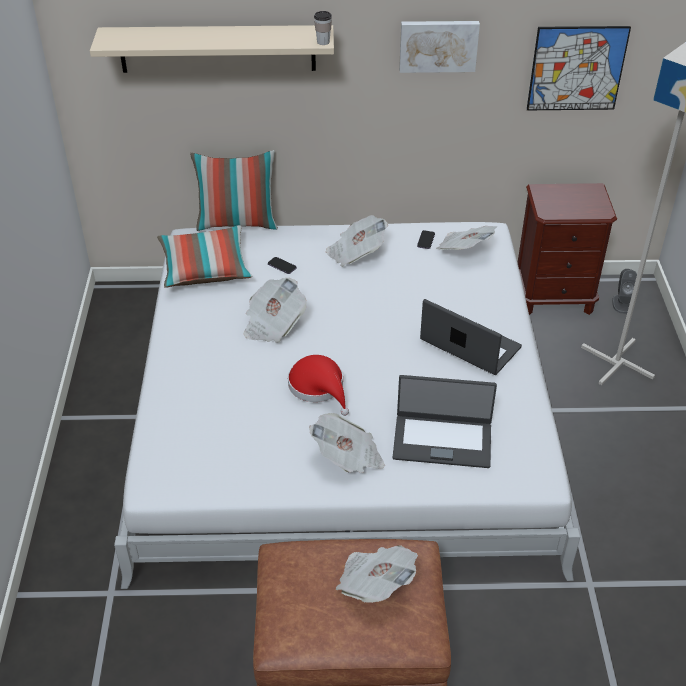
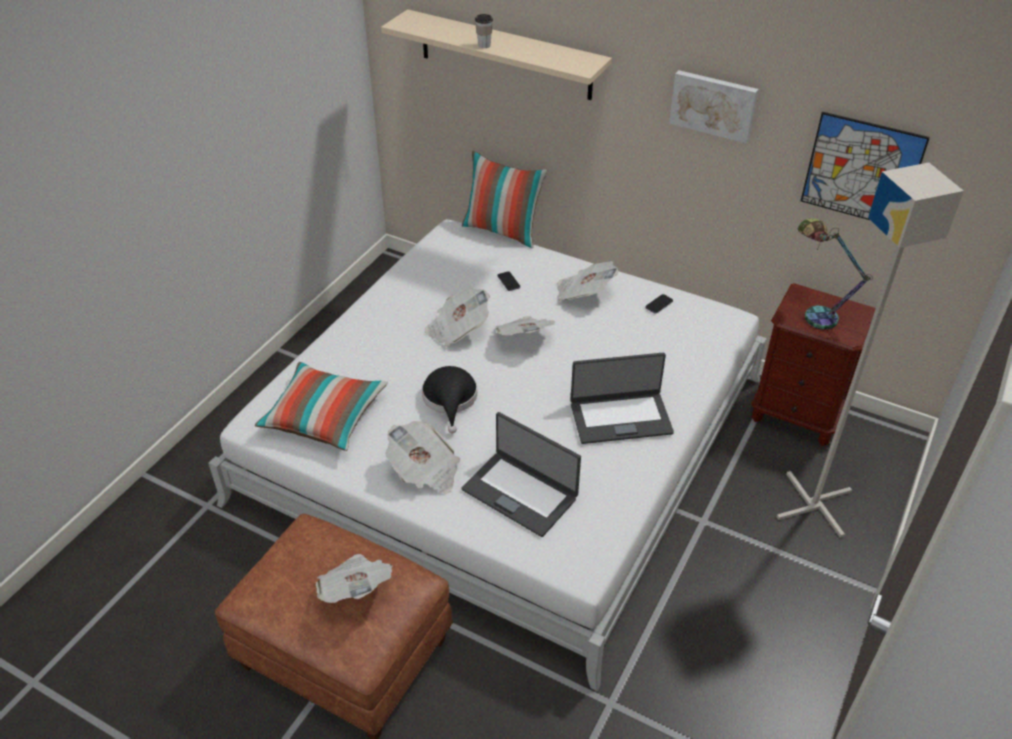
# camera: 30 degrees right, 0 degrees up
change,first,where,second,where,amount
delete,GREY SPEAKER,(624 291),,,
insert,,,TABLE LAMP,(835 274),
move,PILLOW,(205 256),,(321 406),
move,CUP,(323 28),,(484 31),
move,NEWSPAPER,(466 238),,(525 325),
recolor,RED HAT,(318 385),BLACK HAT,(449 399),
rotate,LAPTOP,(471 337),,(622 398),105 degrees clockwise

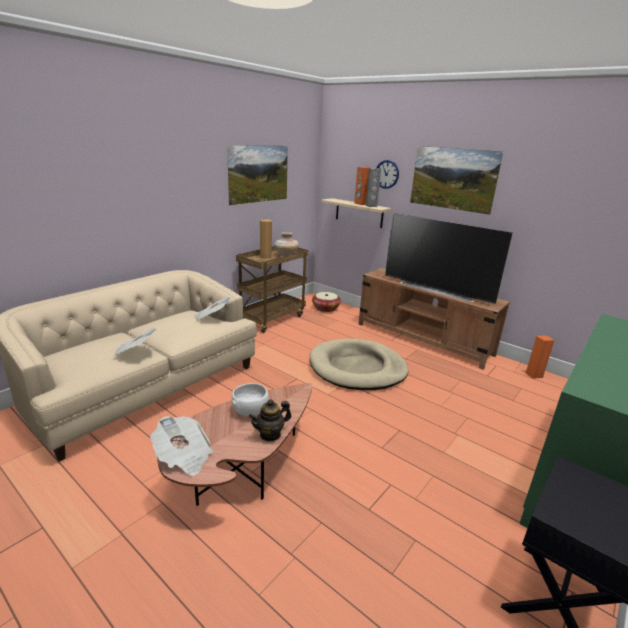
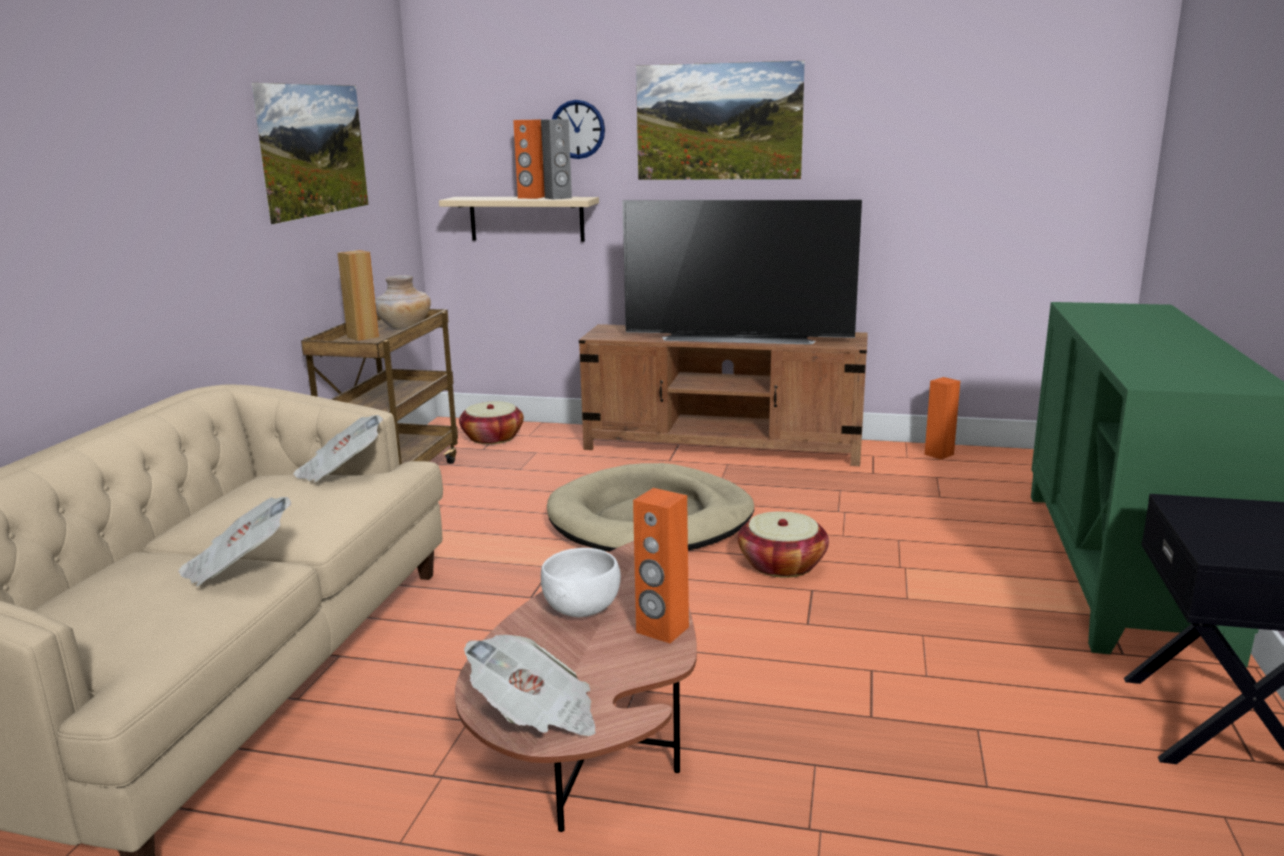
# camera: 25 degrees left, 5 degrees down
change,first,where,second,where,amount
insert,,,BASKET,(783 545),
replace,TEAPOT,(270 420),ORANGE SPEAKER,(661 565),

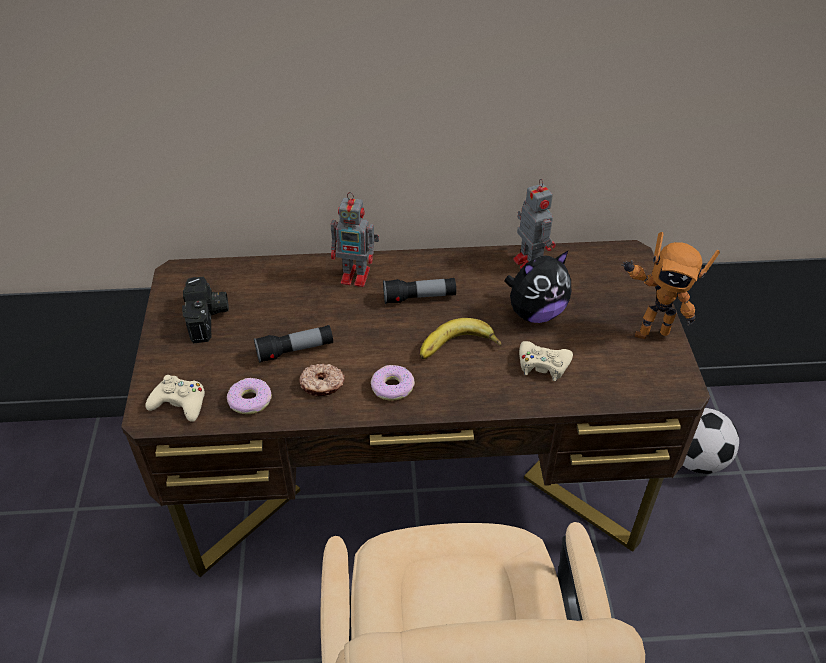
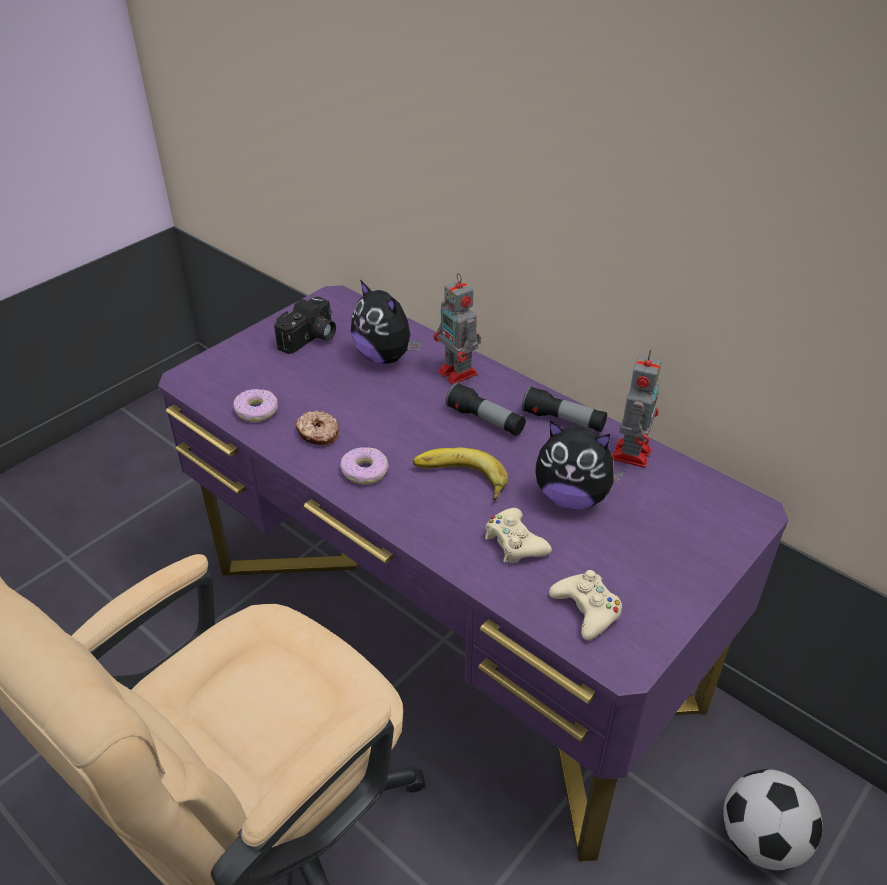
# camera: 45 degrees right, 5 degrees down
change,first,where,second,where,amount
delete,TOY ROBOT,(670 285),,,
insert,,,PLUSH TOY,(386 322),
move,BEIGE GAME CONTROLLER,(175 398),,(585 605),
move,FLASHLIGHT,(293 344),,(564 409),
recolor,BROWN DESK,(415 408),PURPLE DESK,(473 573),

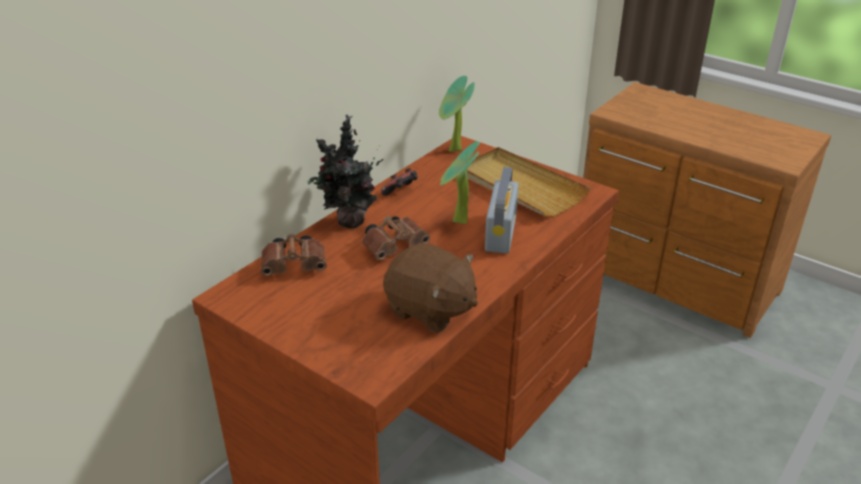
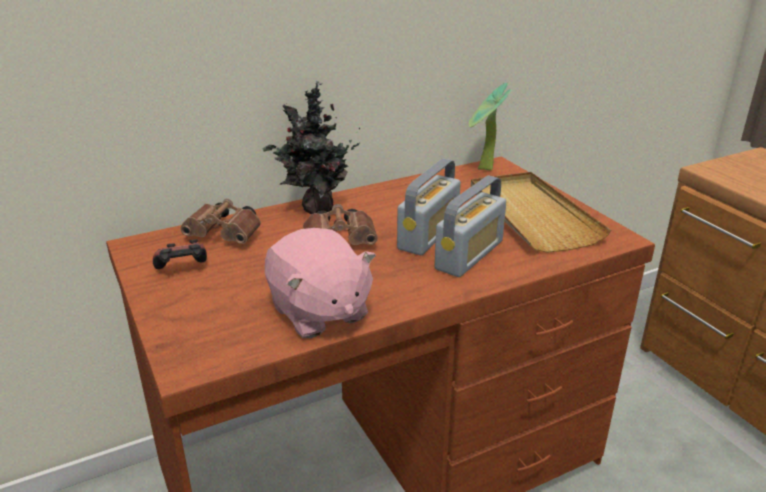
# camera: 25 degrees right, 5 degrees down
change,first,where,second,where,amount
move,GAME CONTROLLER,(399 182),,(180 254),
replace,POTTED PLANT,(460 182),RADIO,(429 207),
recolor,BROWN PLUSH TOY,(430 288),PINK PLUSH TOY,(320 283),

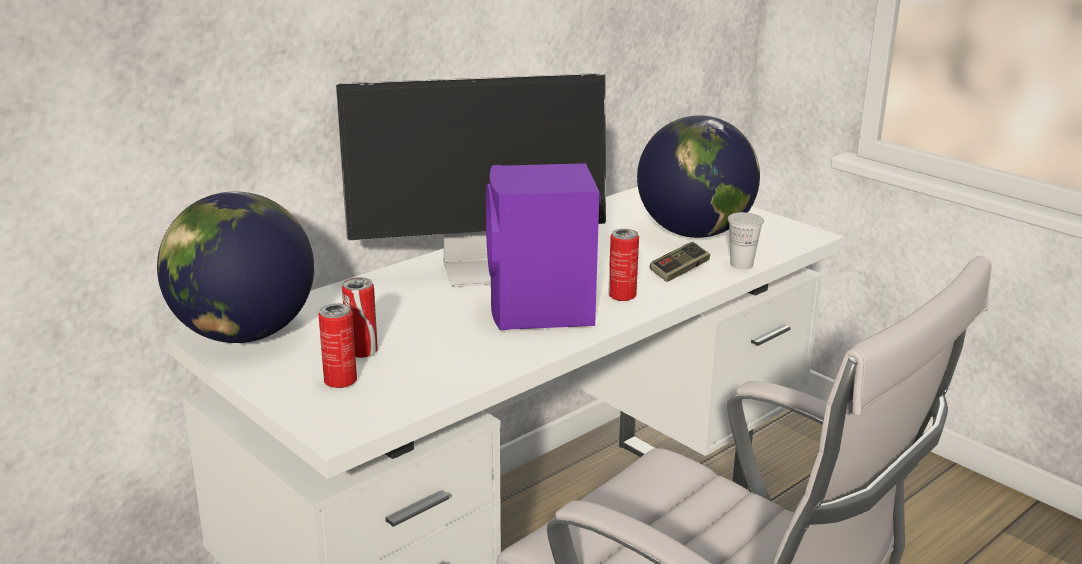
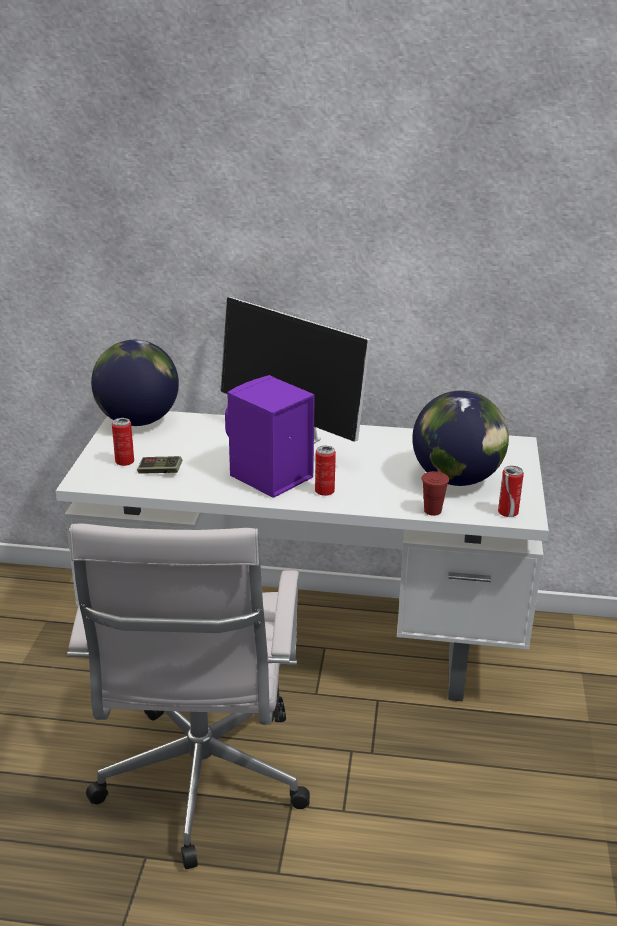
# camera: 50 degrees right, 5 degrees up
change,first,where,second,where,amount
move,CAN,(360 317),,(511 491),
move,GAME CONTROLLER,(680 262),,(160 465),
recolor,WHITE CUP,(746 240),RED CUP,(435 493),

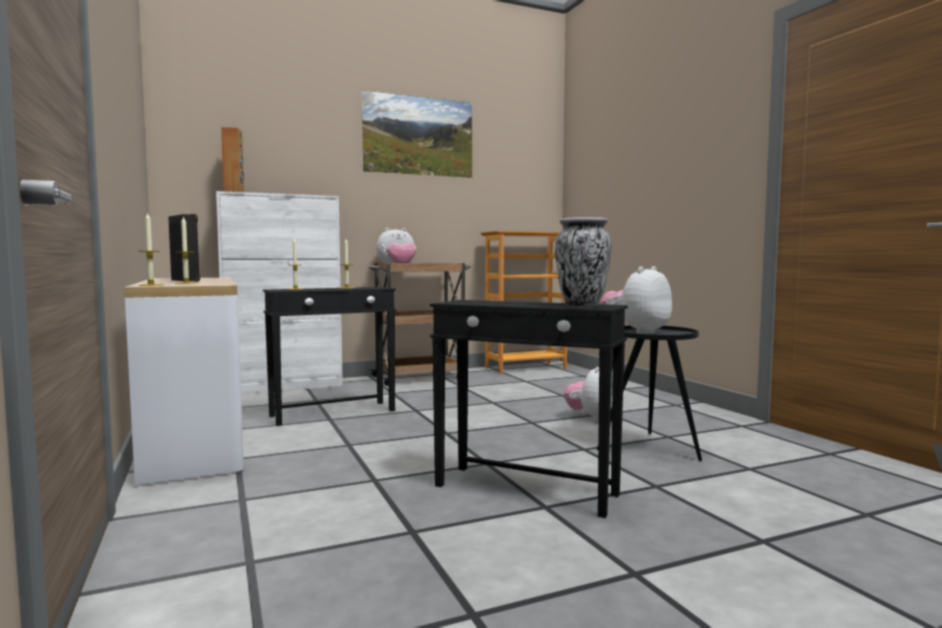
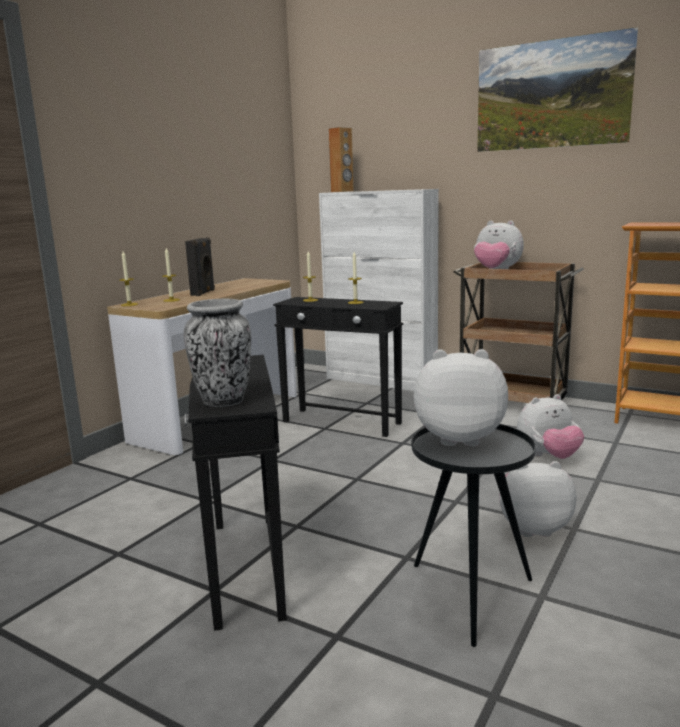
# camera: 55 degrees right, 10 degrees up
change,first,where,second,where,amount
insert,,,PLUSH TOY,(550 426),

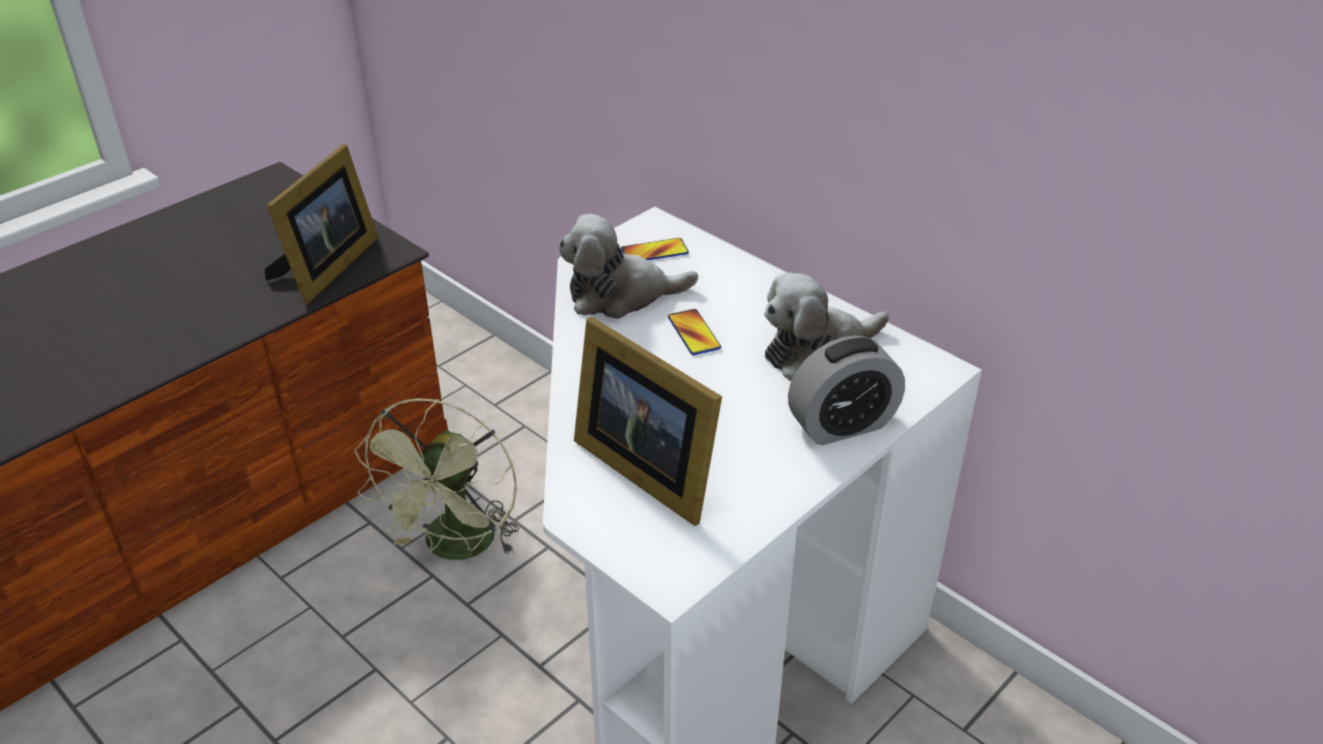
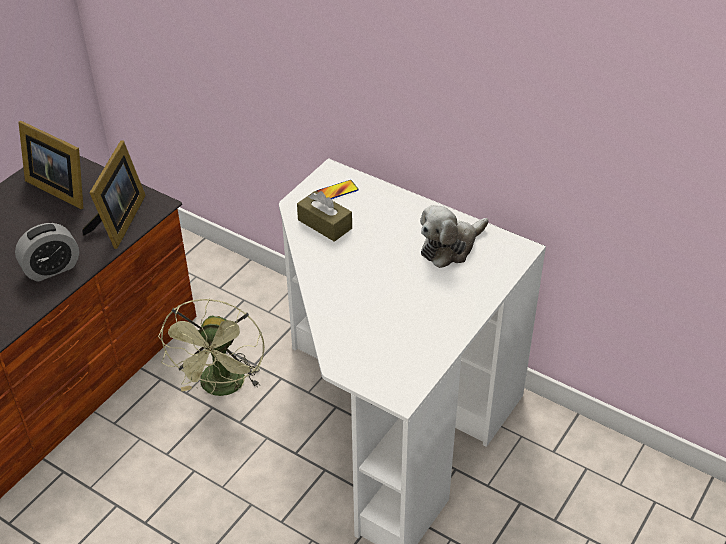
# camera: 10 degrees left, 5 degrees up
change,first,where,second,where,amount
delete,PHONE,(694 332),,,
move,PICTURE FRAME,(648 421),,(50 165),
move,ALARM CLOCK,(846 390),,(47 252),
replace,PLUSH TOY,(628 266),BROWN TISSUE BOX,(324 216),

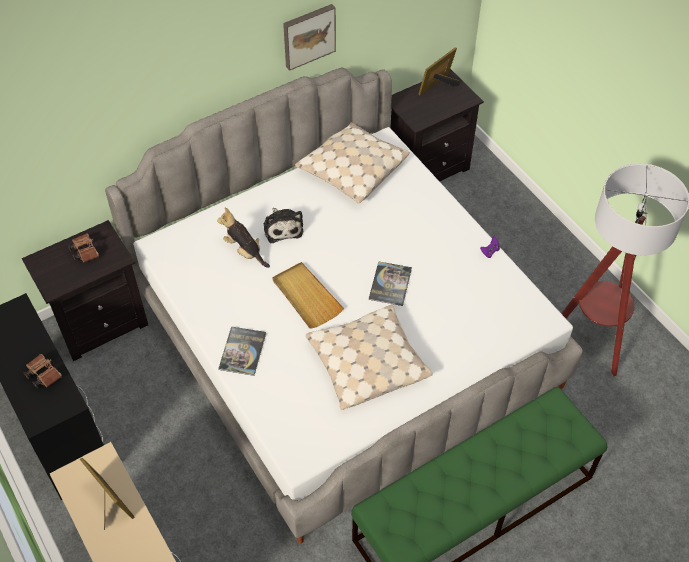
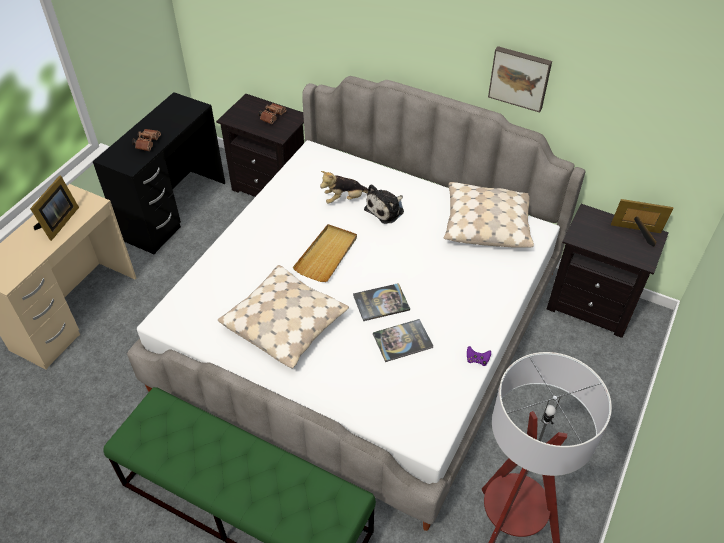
# camera: 60 degrees right, 5 degrees down
change,first,where,second,where,amount
move,BOOK,(242 351),,(403 340),
rotate,PLUSH TOY,(243 238),,(344 187),120 degrees counterclockwise

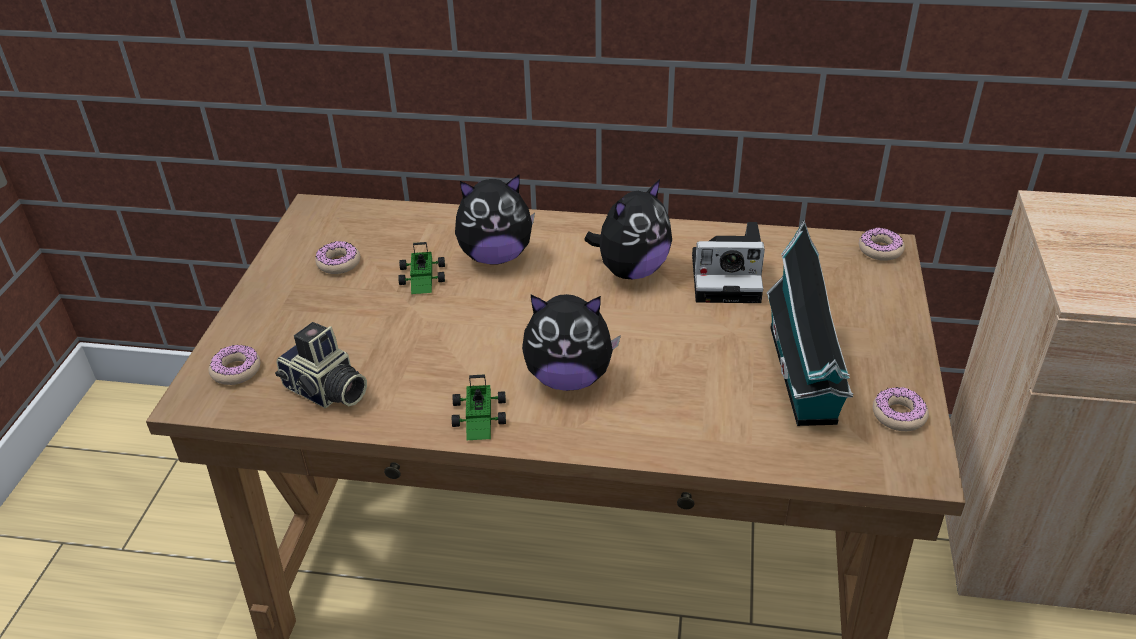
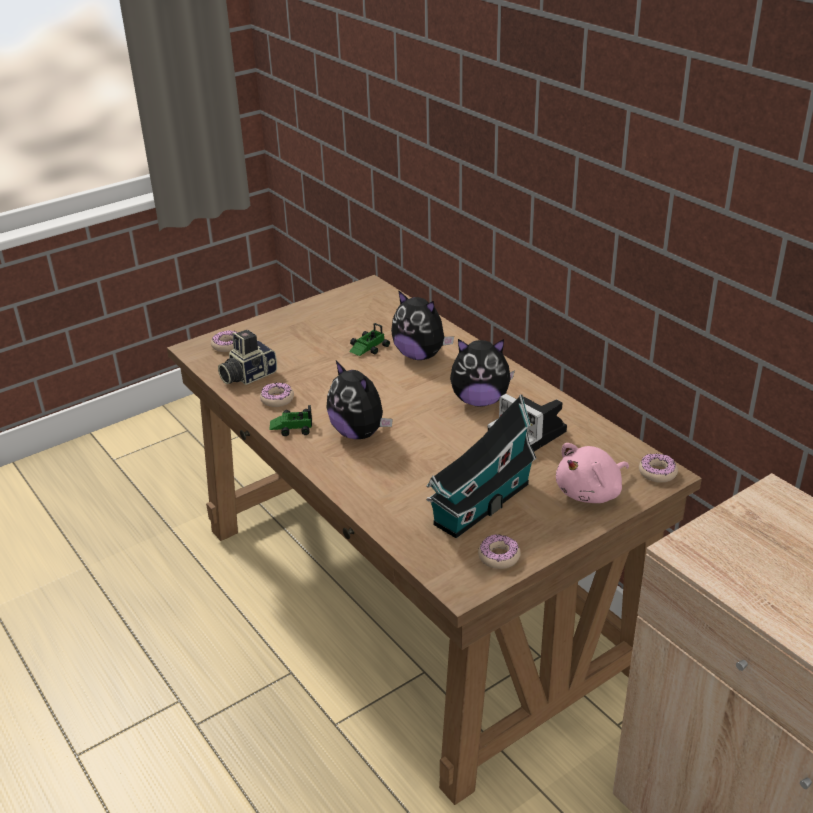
# camera: 45 degrees right, 5 degrees down
change,first,where,second,where,amount
insert,,,PINK PLUSH TOY,(592 473),
move,DONUT,(338 257),,(277 394),
rotate,PHOTO CAMERA,(321 365),,(247 357),60 degrees clockwise
rotate,TOY CAR,(479 407),,(290 420),45 degrees clockwise

